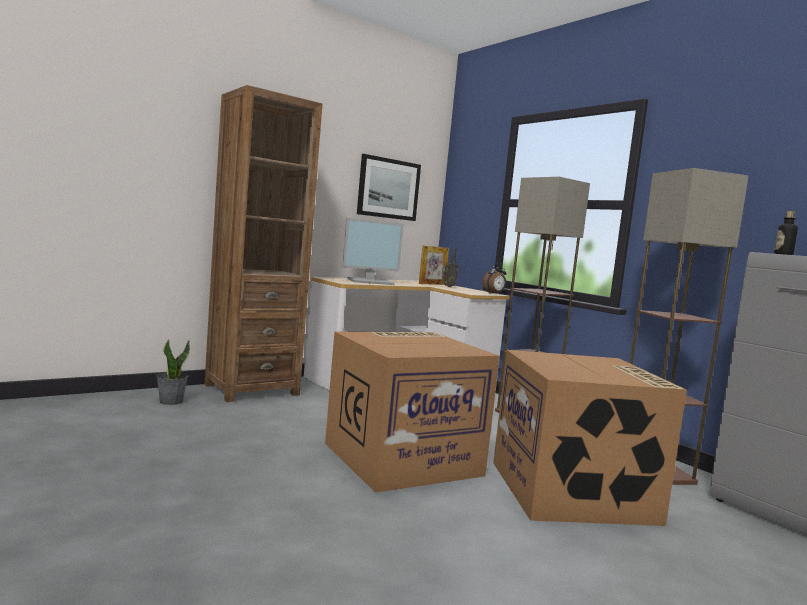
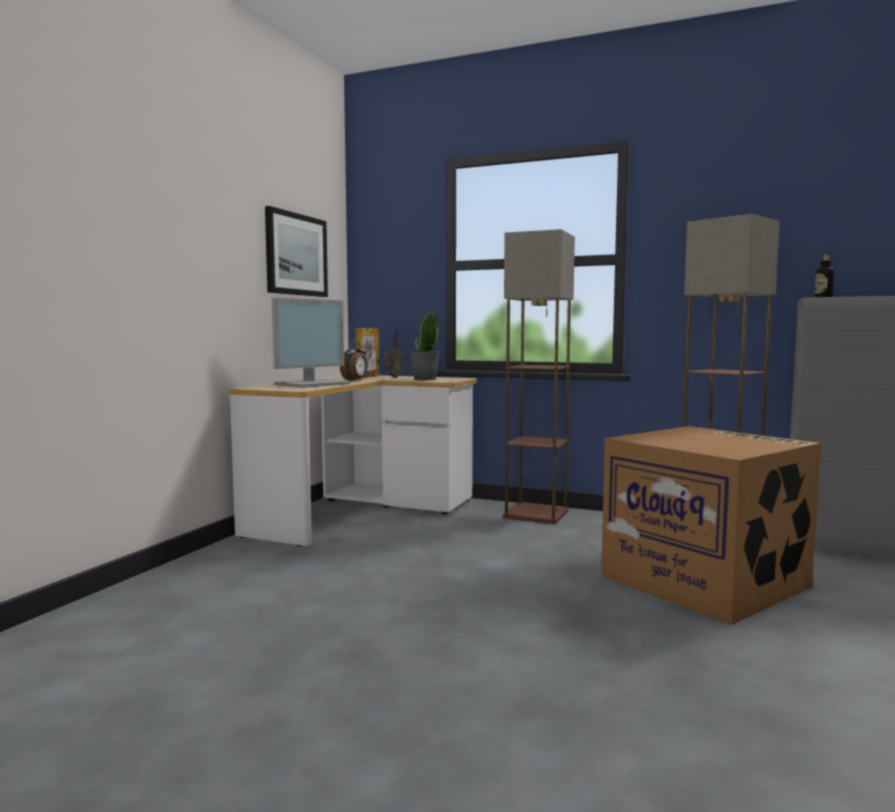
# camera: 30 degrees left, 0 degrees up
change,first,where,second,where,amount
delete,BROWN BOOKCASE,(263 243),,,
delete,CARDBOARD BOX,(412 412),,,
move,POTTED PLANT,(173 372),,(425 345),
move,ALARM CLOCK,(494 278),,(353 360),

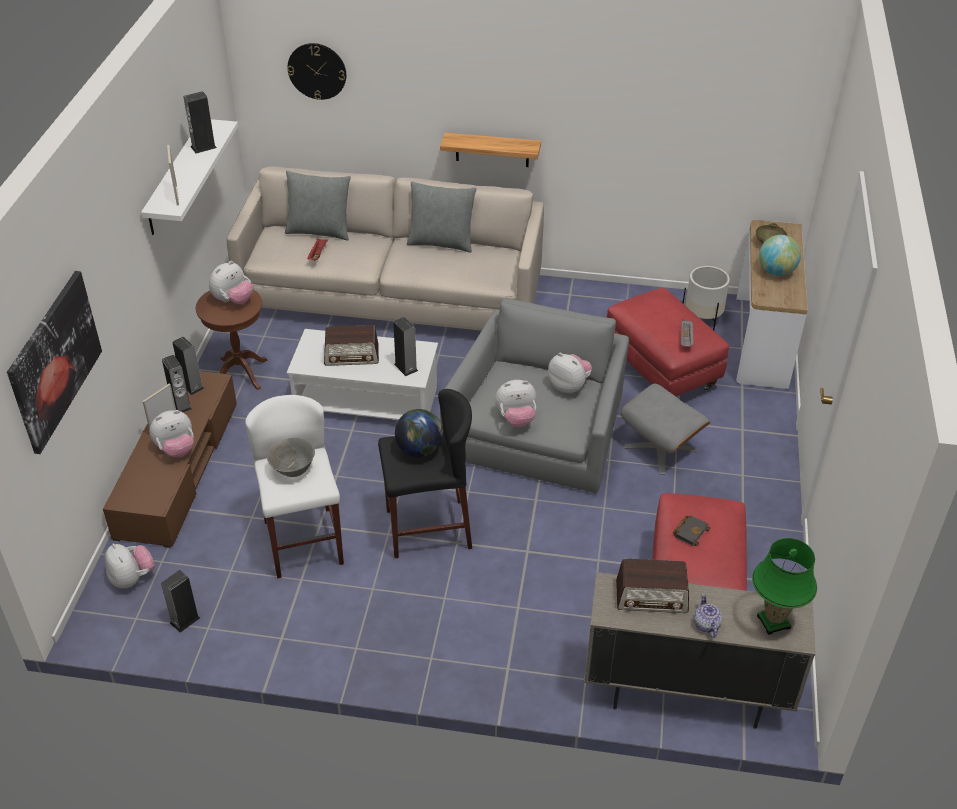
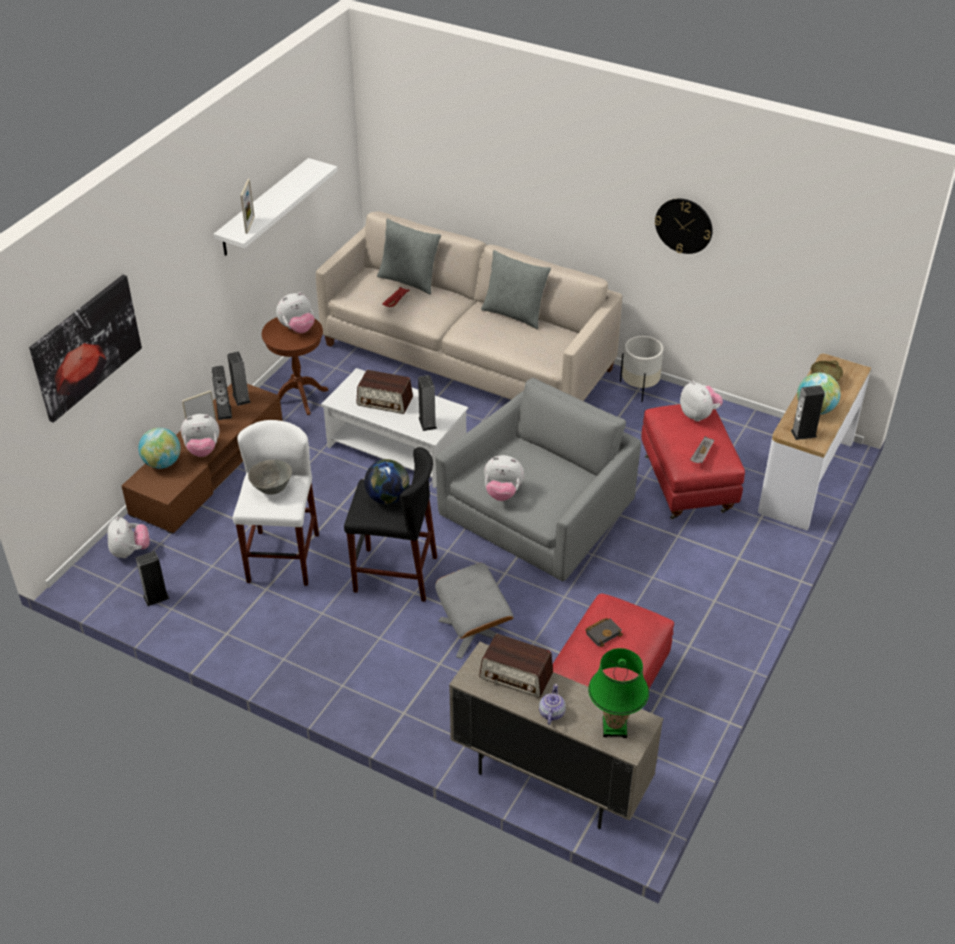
# camera: 20 degrees right, 0 degrees up
change,first,where,second,where,amount
delete,SHELF,(490 150),,,
insert,,,GLOBE,(159 448),
move,SPEAKER,(200 122),,(808 412),
move,WALL CLOCK,(316 71),,(684 226),
move,PLUSH TOY,(570 373),,(701 401),
move,GREY OTTOMAN,(665 429),,(474 611),
move,WHITE PLANTER,(706 298),,(641 369),

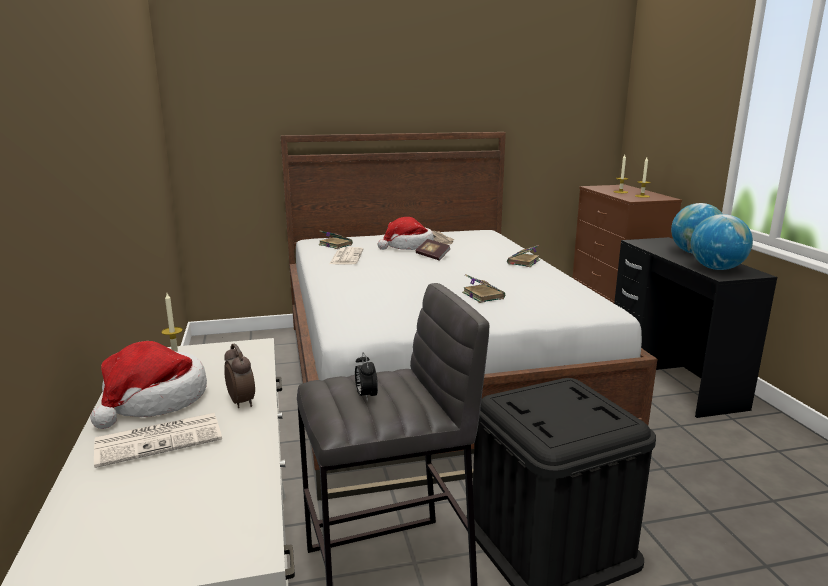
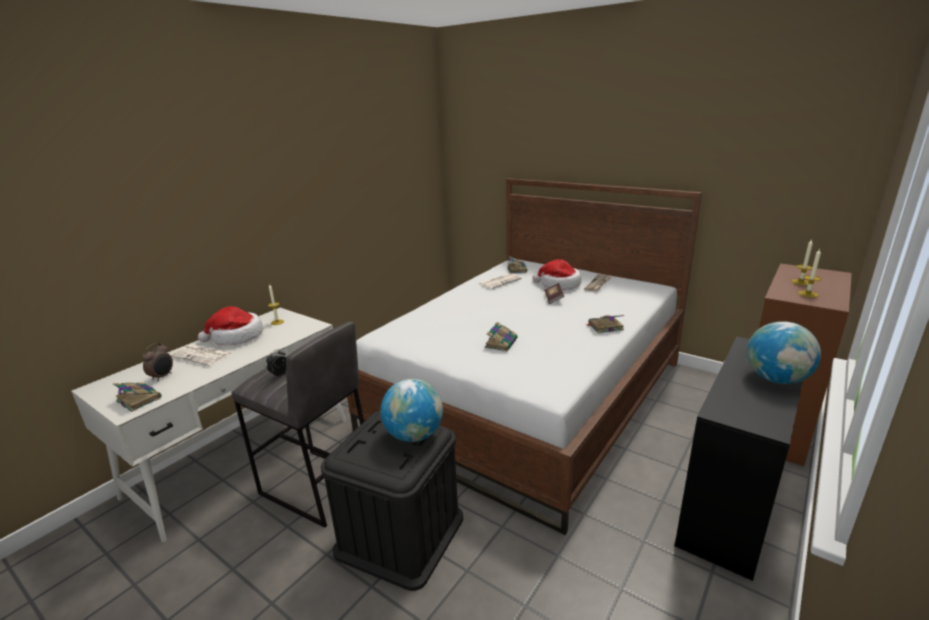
# camera: 50 degrees right, 5 degrees up
change,first,where,second,where,amount
insert,,,BOOK,(137 397),
move,ALARM CLOCK,(239 376),,(157 362),
move,GLOBE,(722 242),,(411 410),

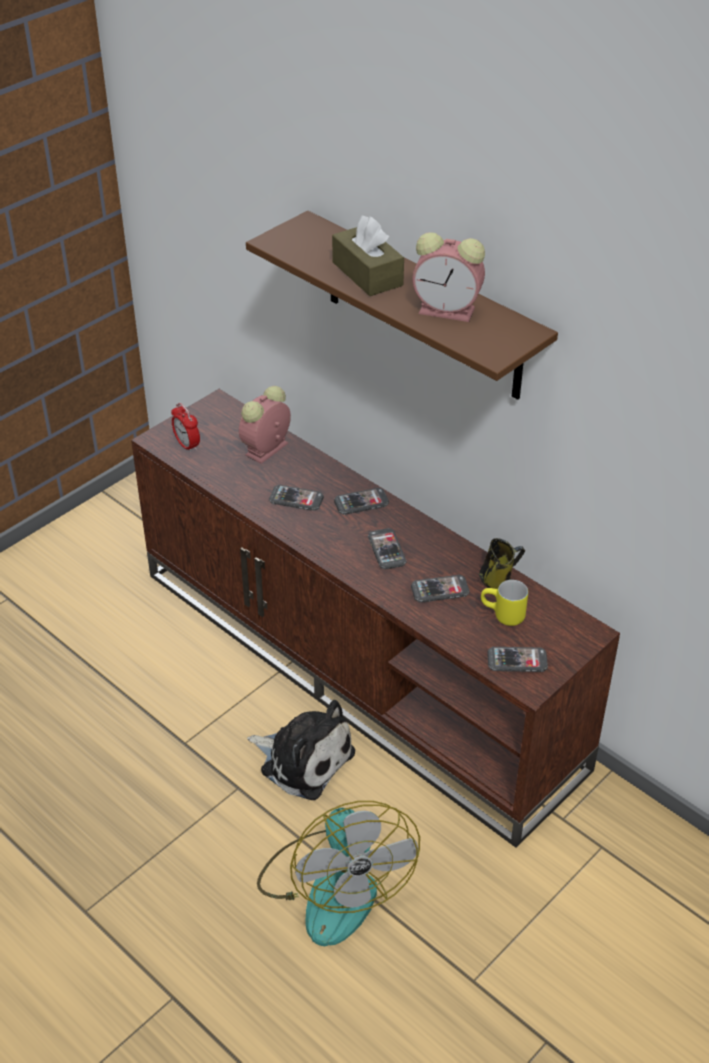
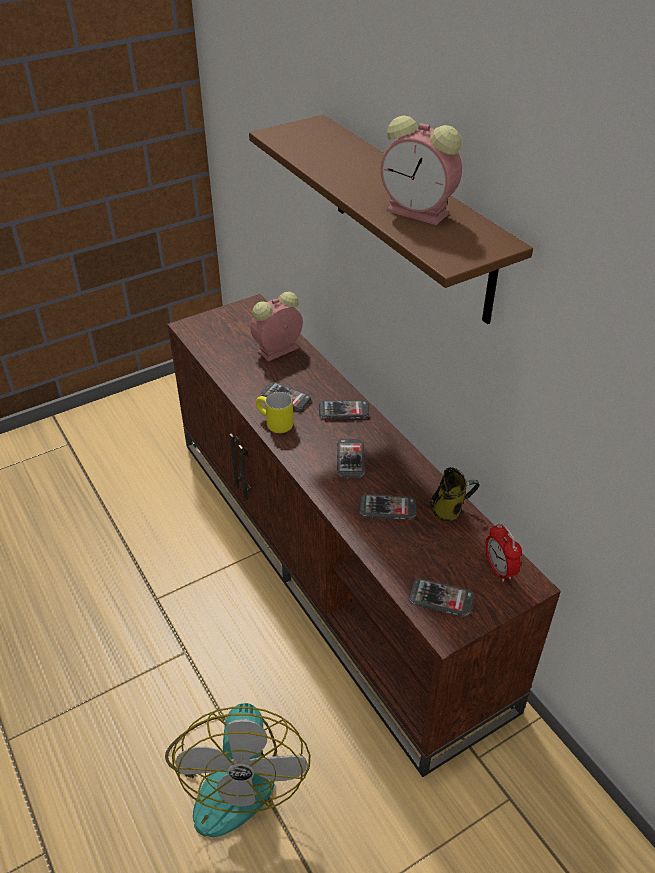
# camera: 15 degrees right, 0 degrees up
change,first,where,second,where,amount
delete,PLUSH TOY,(301 750),,,
delete,BROWN TISSUE BOX,(368 256),,,
move,ALARM CLOCK,(185 428),,(503 552),
move,YELLOW MUG,(504 603),,(274 412),

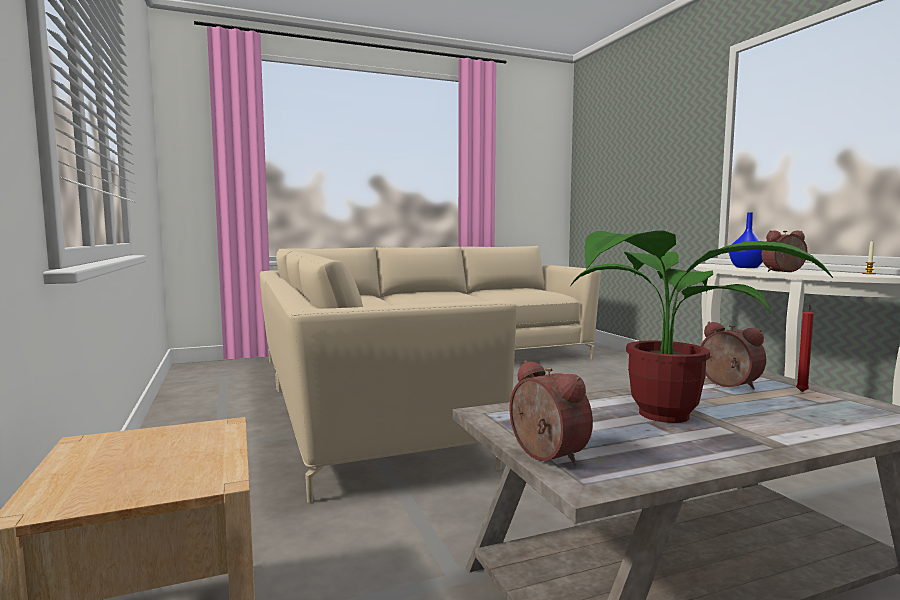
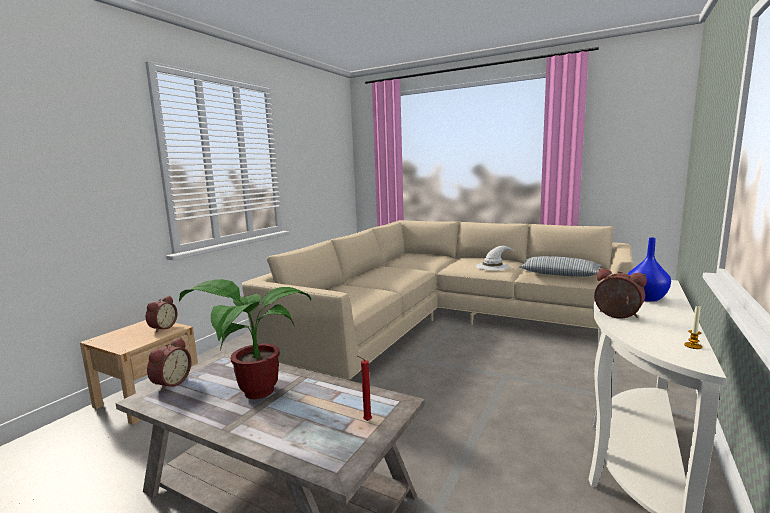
# camera: 50 degrees right, 5 degrees up
change,first,where,second,where,amount
insert,,,WHITE HAT,(496 258),
insert,,,PILLOW,(560 266),
move,ALARM CLOCK,(733 356),,(161 314),

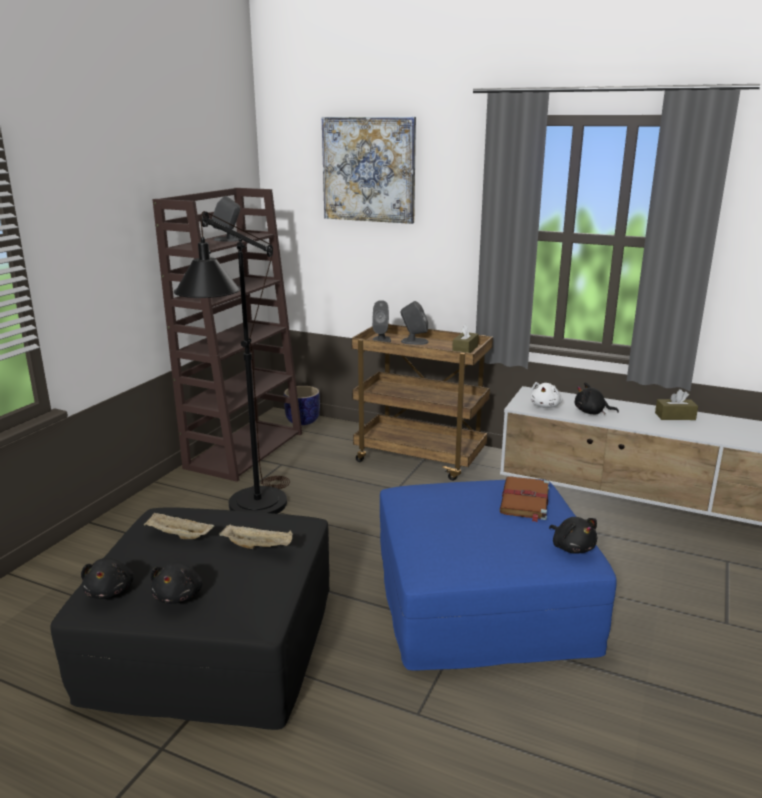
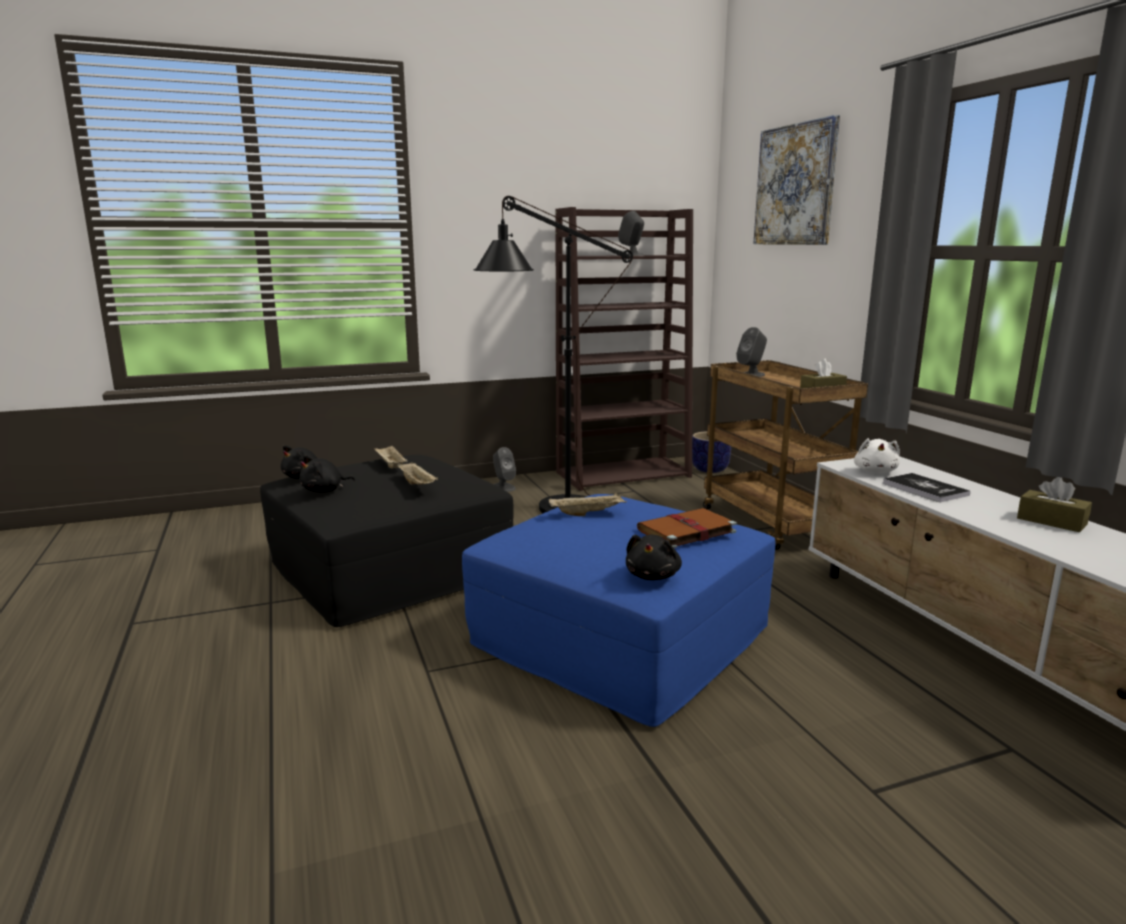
# camera: 45 degrees right, 5 degrees down
change,first,where,second,where,amount
insert,,,BEIGE TRAY,(588 504),
move,GREY SPEAKER,(415 323),,(504 469),
replace,BLACK PLUSH TOY,(597 398),BOOK,(926 487),
rotate,WHITE PLUSH TOY,(546 395),,(877 455),60 degrees counterclockwise

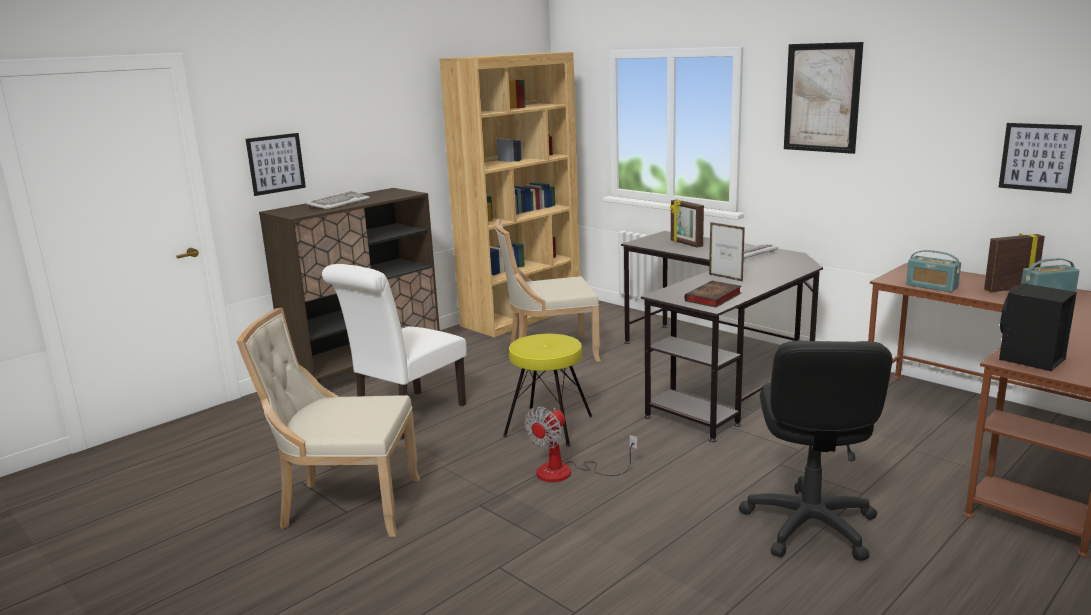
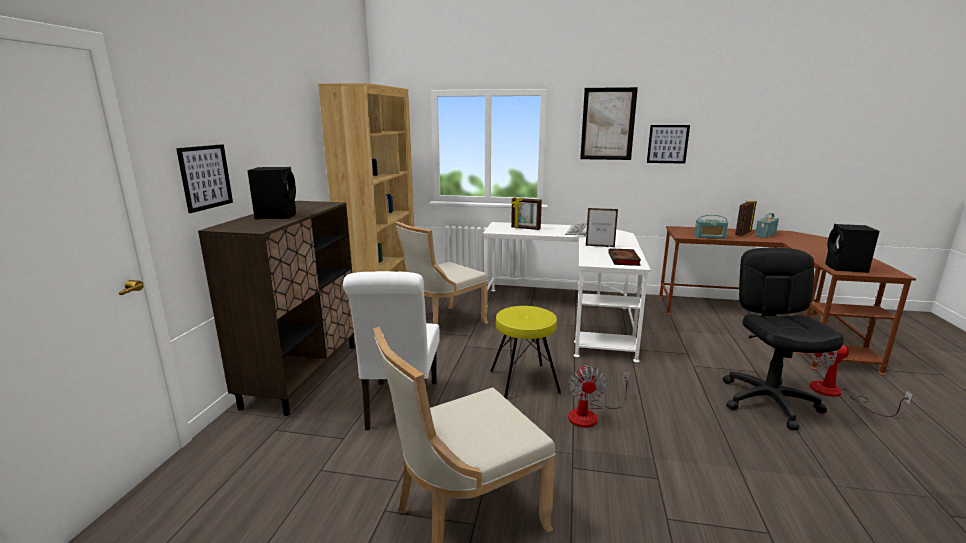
# camera: 35 degrees left, 0 degrees up
change,first,where,second,where,amount
insert,,,FAN,(861 381),
move,PICTURE,(1040 158),,(668 144),
replace,KEYBOARD,(337 200),BLACK SPEAKER,(271 193),
recolor,BLACK DESK,(722 336),WHITE DESK,(567 292),
rotate,BLACK OFFICE CHAIR,(816 451),,(783 339),150 degrees counterclockwise

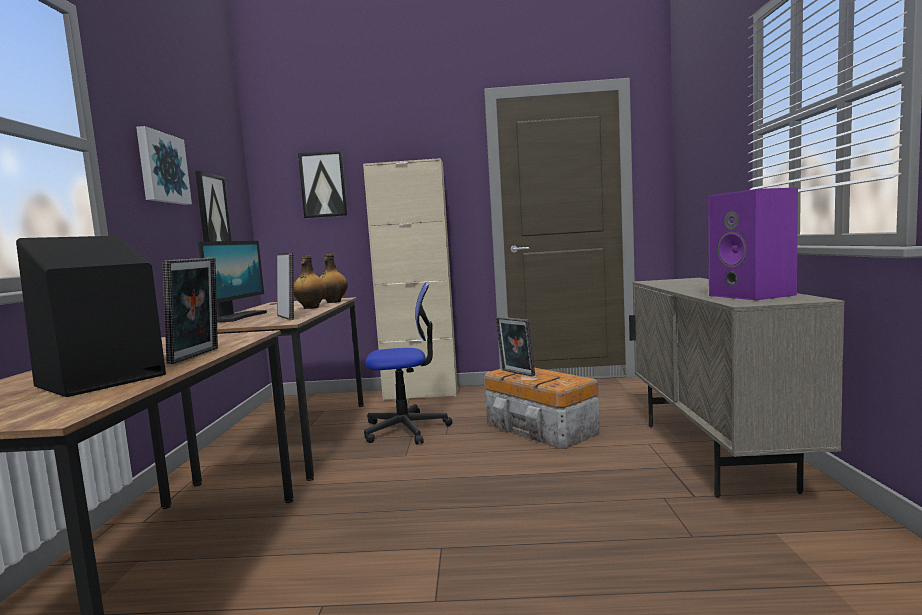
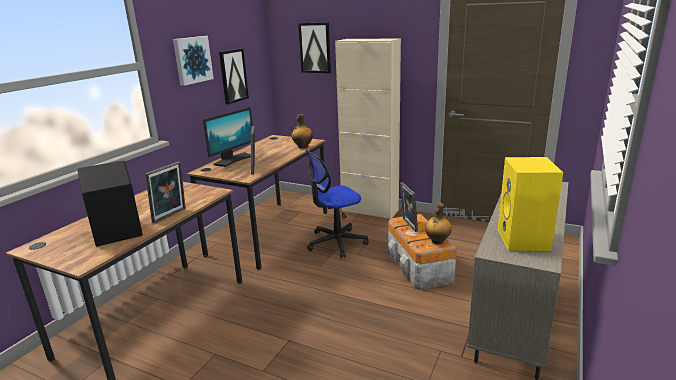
# camera: 25 degrees right, 15 degrees up
change,first,where,second,where,amount
move,BOTTLE,(310 282),,(438 223),
recolor,PURPLE SPEAKER,(753 243),YELLOW SPEAKER,(530 204),
rotate,OFFICE CHAIR,(408 363),,(337 204),135 degrees clockwise

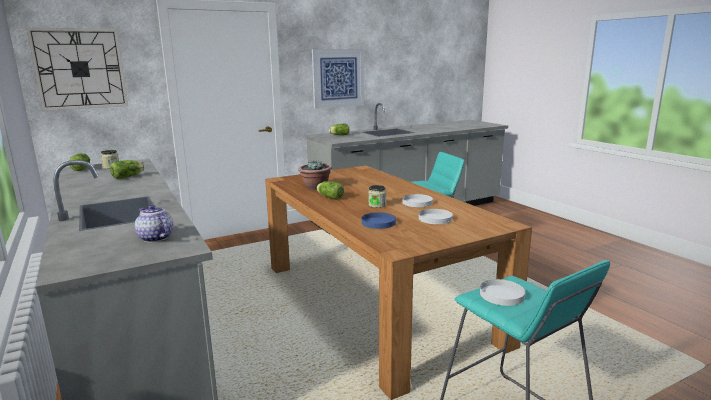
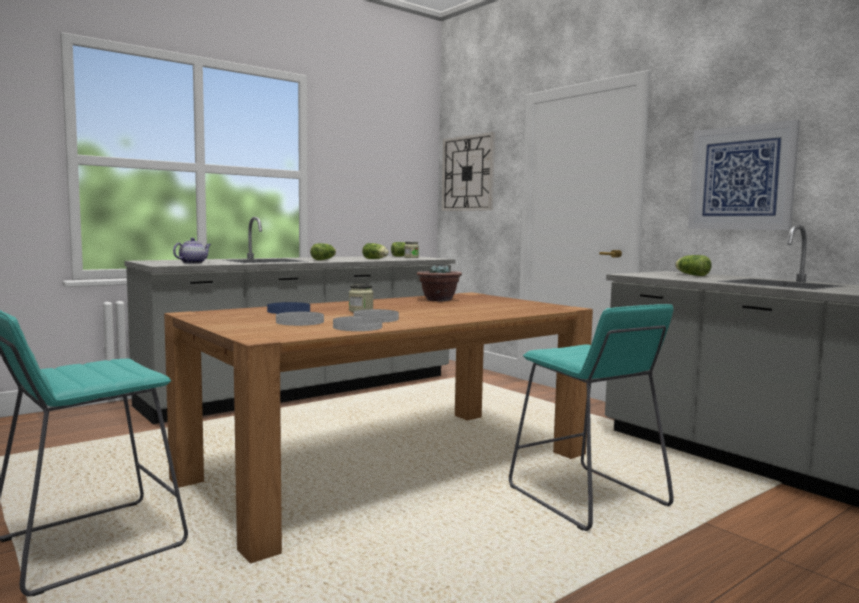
# camera: 80 degrees right, 10 degrees down
change,first,where,second,where,amount
move,LETTUCE,(330 190),,(323 251),
move,WHITE PLATE,(502 292),,(357 323),

